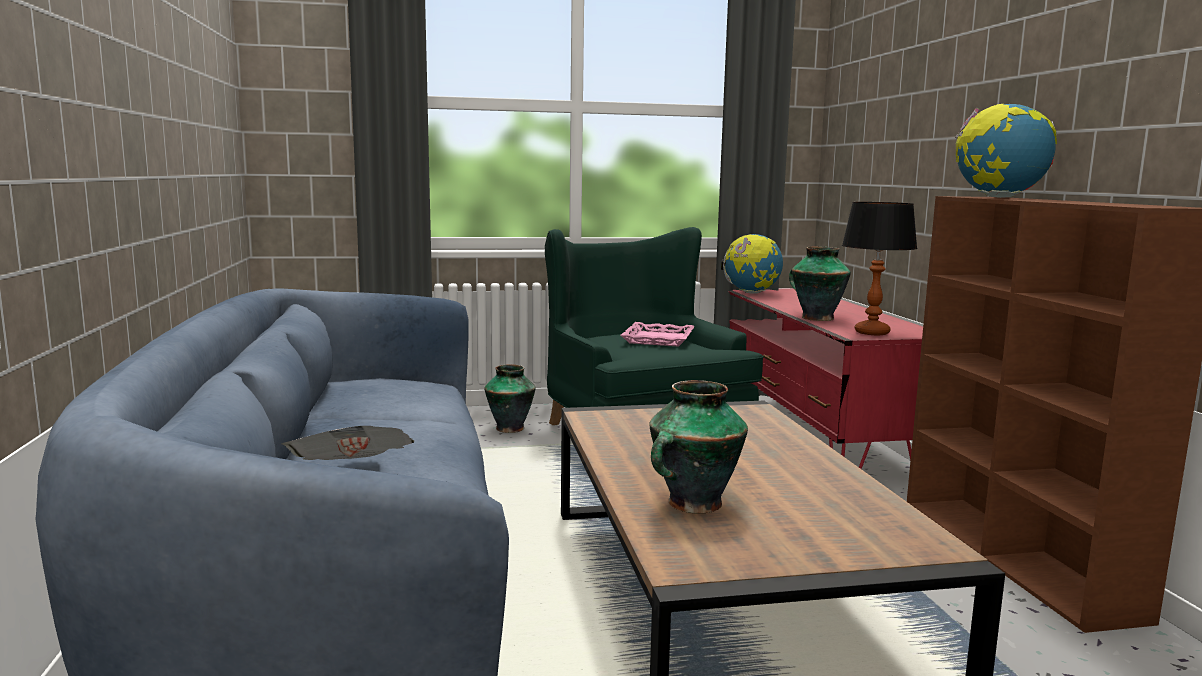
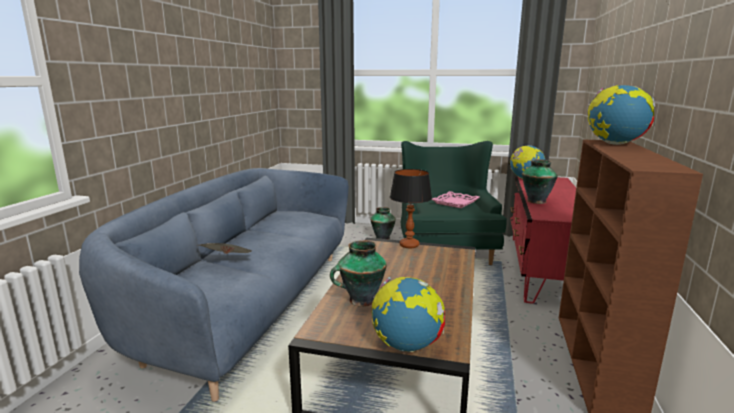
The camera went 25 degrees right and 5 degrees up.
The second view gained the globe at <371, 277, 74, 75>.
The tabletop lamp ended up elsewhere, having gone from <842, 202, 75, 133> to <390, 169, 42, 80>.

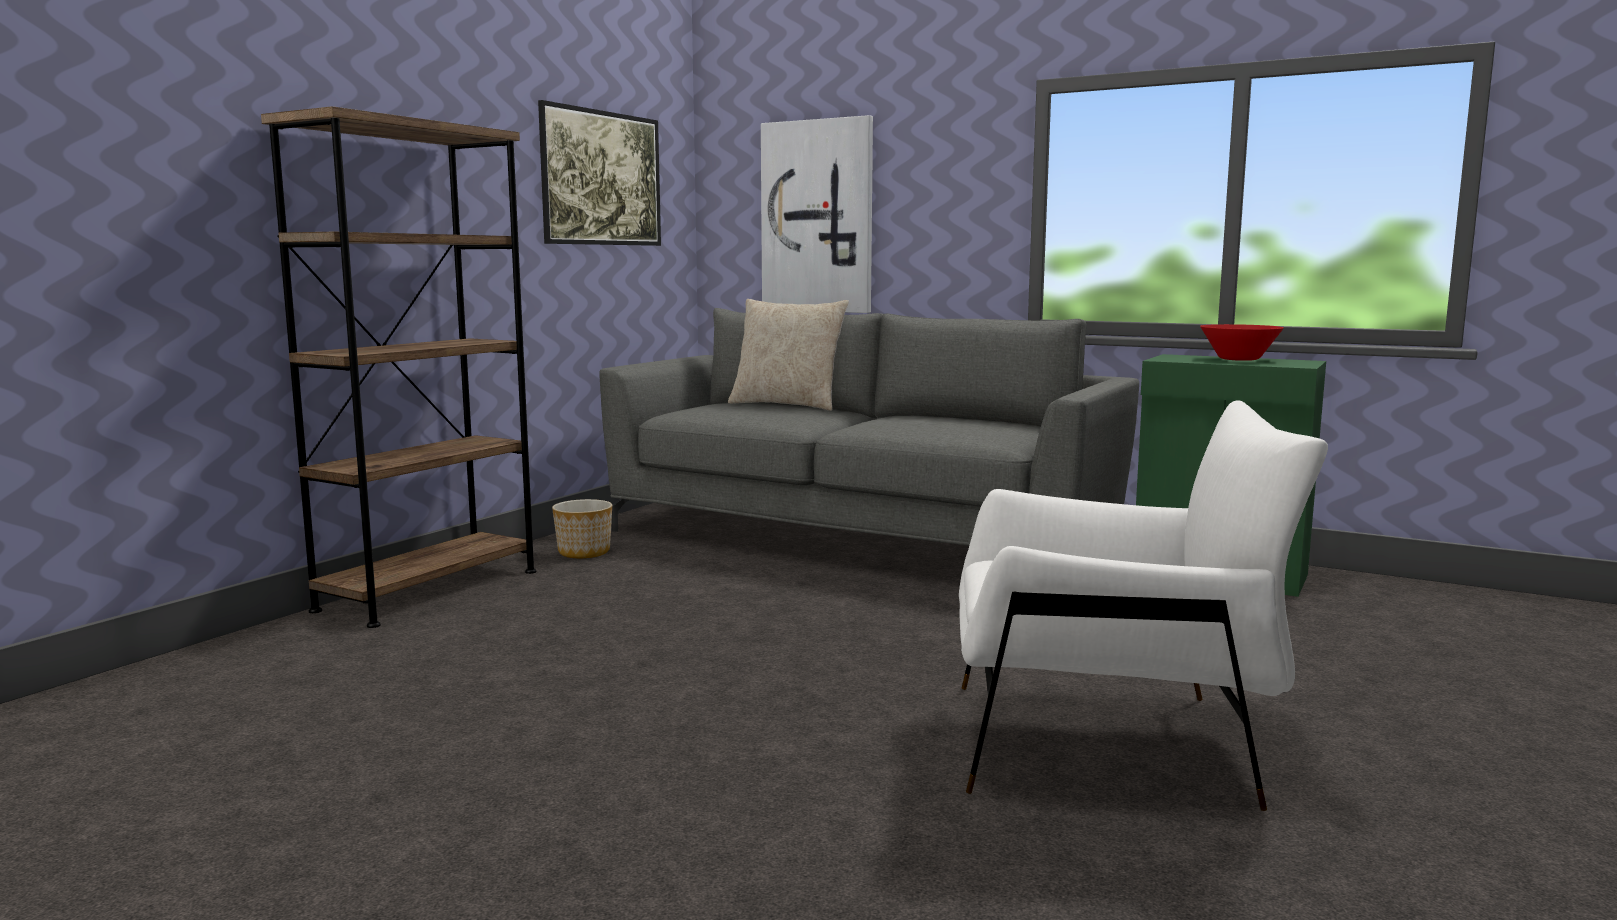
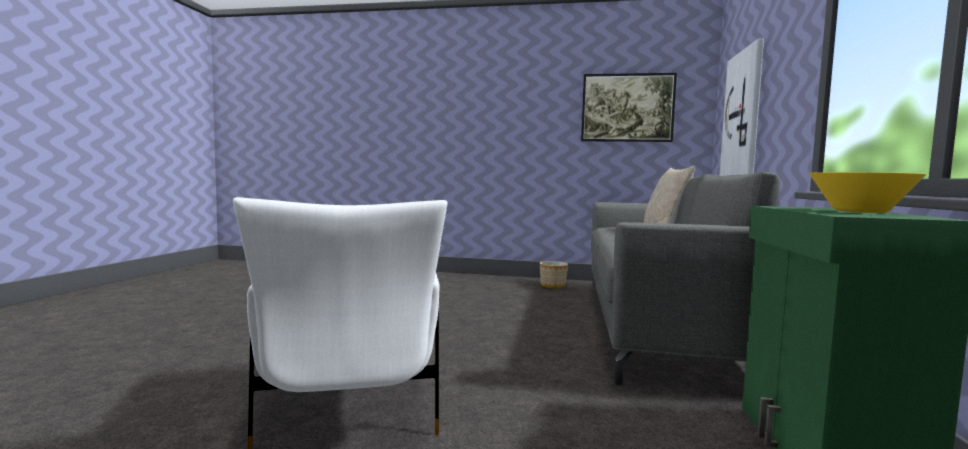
The camera went 70 degrees right and 5 degrees down.
The second view lost the brown shelving unit at <261, 106, 276, 522>.
What was the red-coloured bowl at <1200, 324, 84, 37> turned into the yellowish bowl at <809, 172, 117, 41>.

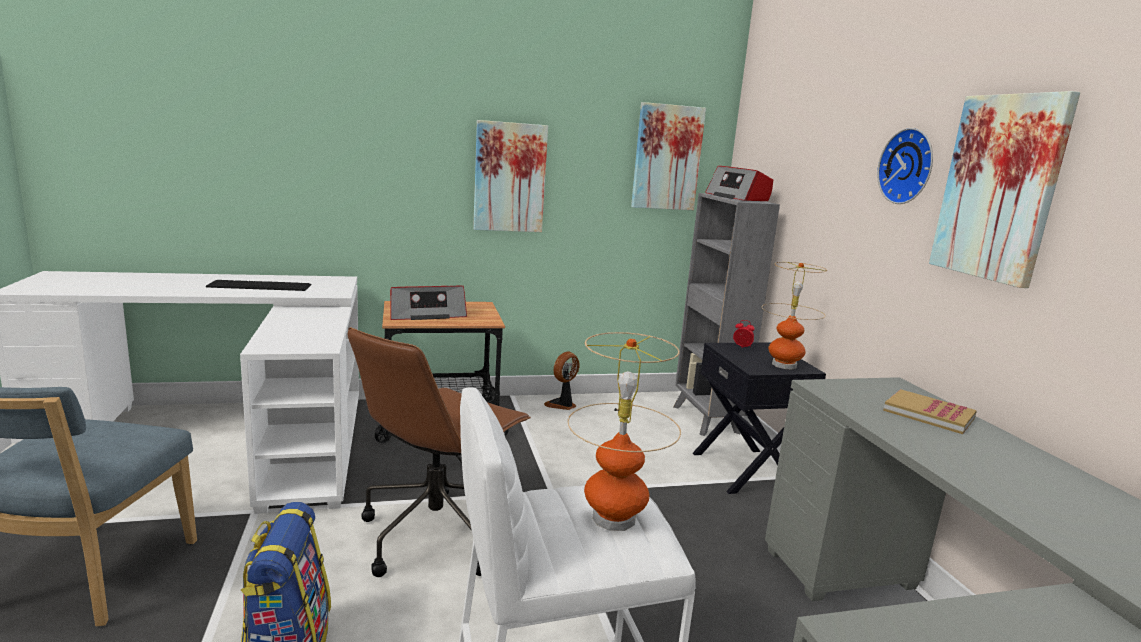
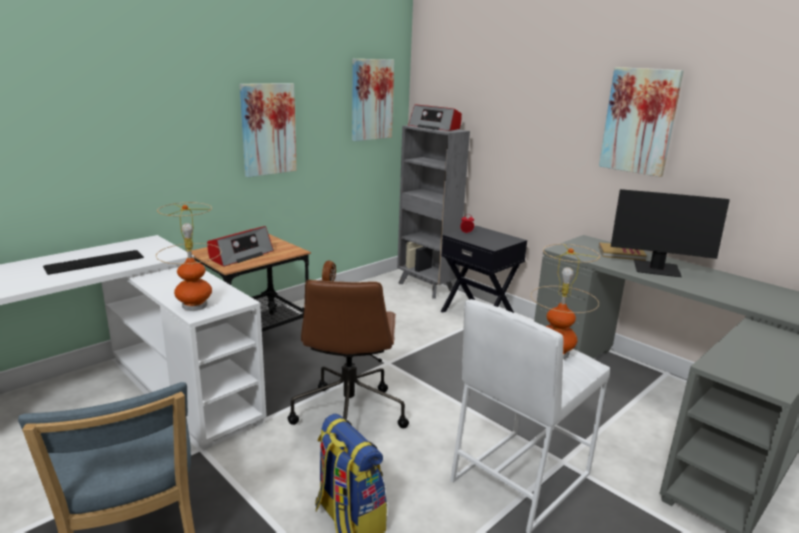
The camera went 30 degrees left and 5 degrees up.
The second view lost the clock on the wall at <877, 128, 56, 76>.
The second view gained the monitor at <611, 189, 119, 88>.
The tabletop lamp ended up elsewhere, having gone from <762, 262, 65, 107> to <156, 202, 66, 109>.

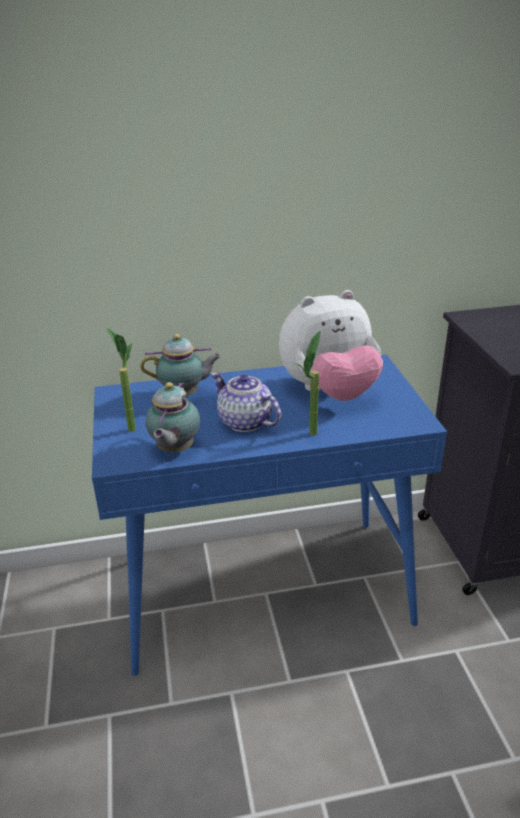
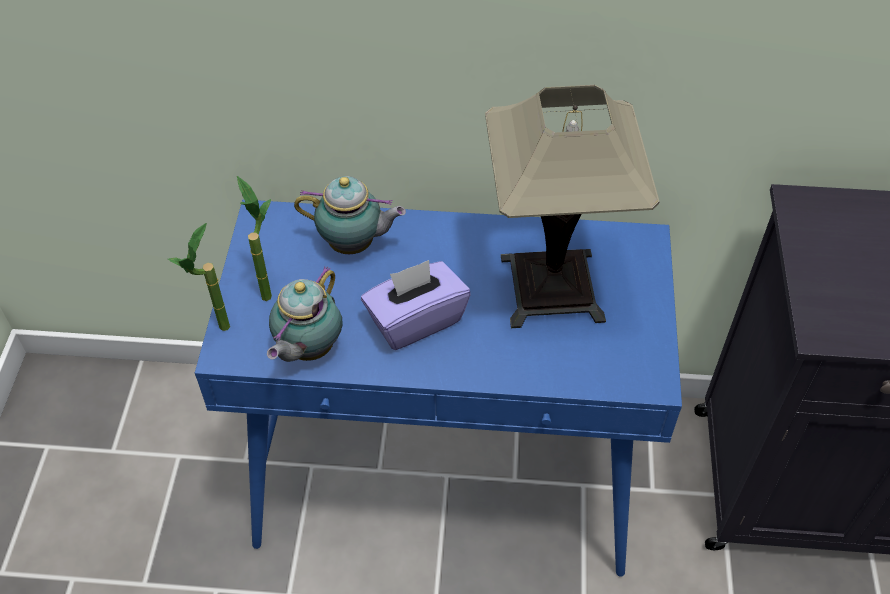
The camera went 15 degrees right and 20 degrees up.
The houseplant ended up elsewhere, having gone from <294, 331, 27, 104> to <168, 223, 62, 108>.
Where the teapot stood at <211, 372, 70, 60>, the purple tissue holder came to stand at <361, 260, 110, 90>.
Where the plush toy stood at <279, 290, 104, 111>, the tabletop lamp came to stand at <485, 85, 175, 243>.

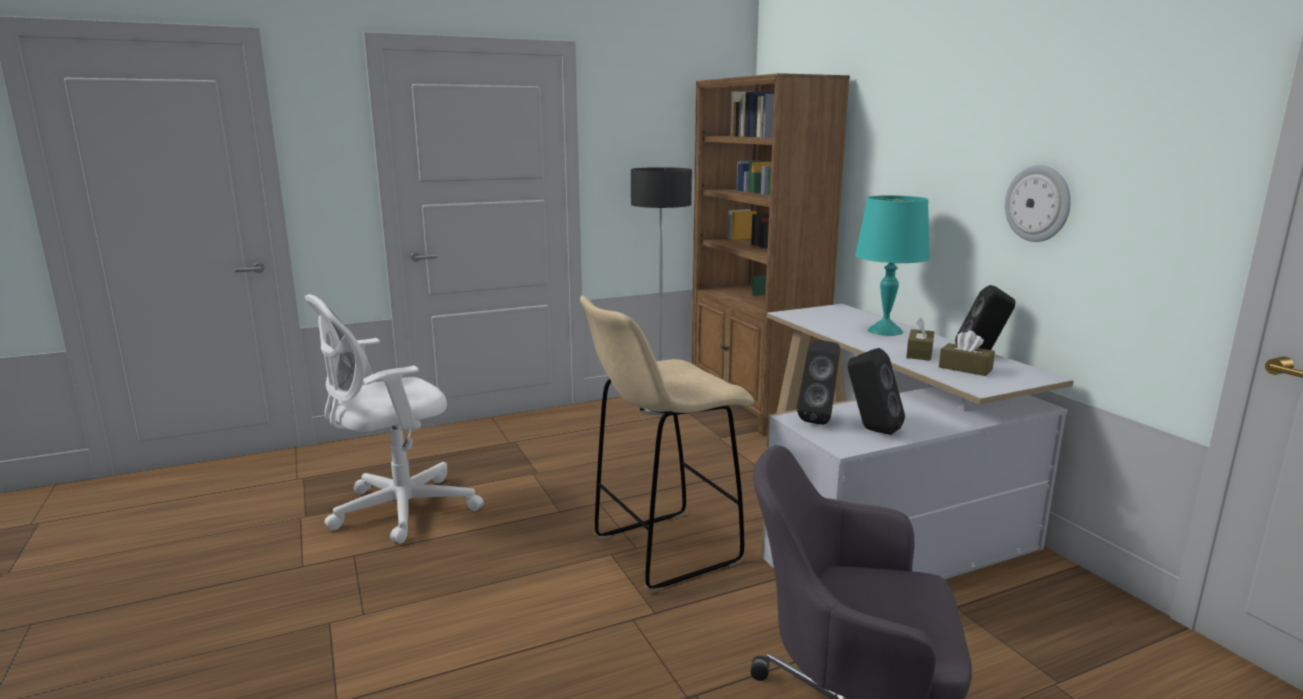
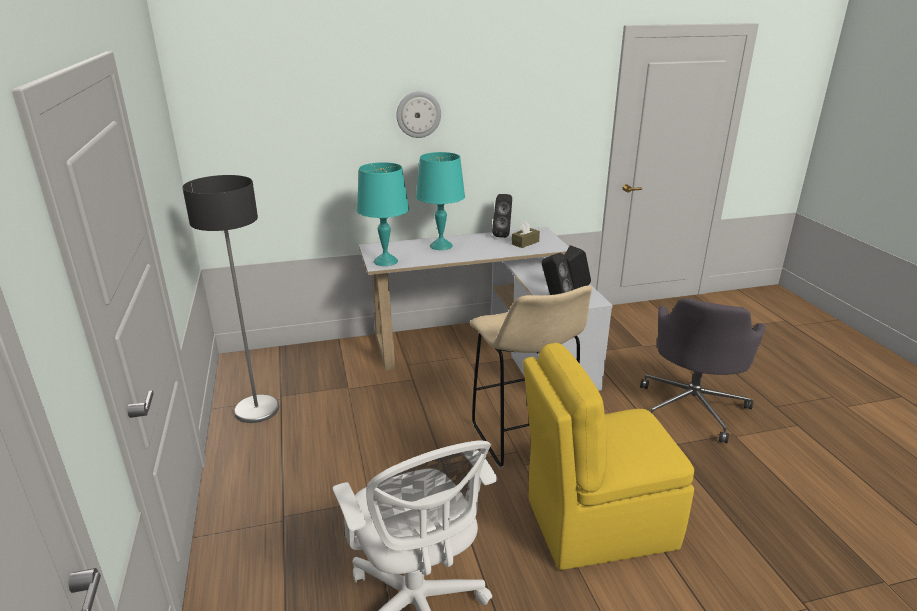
The camera went 80 degrees left and 10 degrees up.
The second view lost the brown shelving unit at <691, 73, 159, 363>.
The second view lost the brown tissue holder at <906, 317, 28, 44>.
The second view gained the blue-green tabletop lamp at <357, 162, 52, 104>.
The second view gained the yellowish chair at <523, 343, 171, 227>.
The clock on the wall ended up elsewhere, having gone from <1005, 165, 66, 77> to <396, 91, 45, 47>.

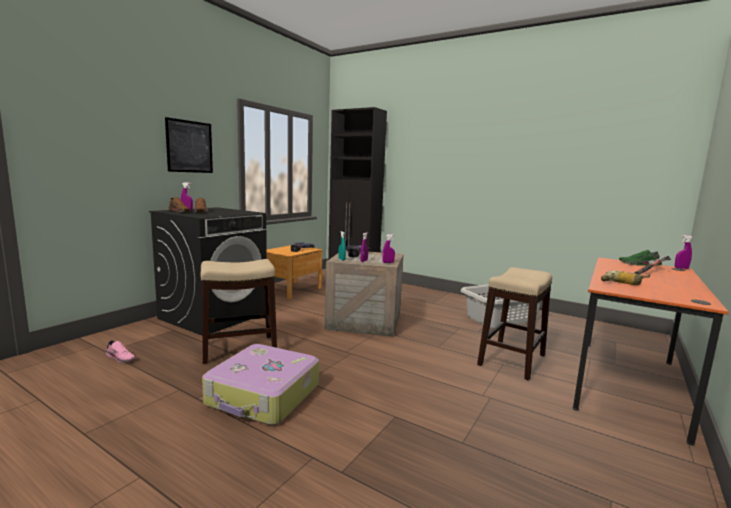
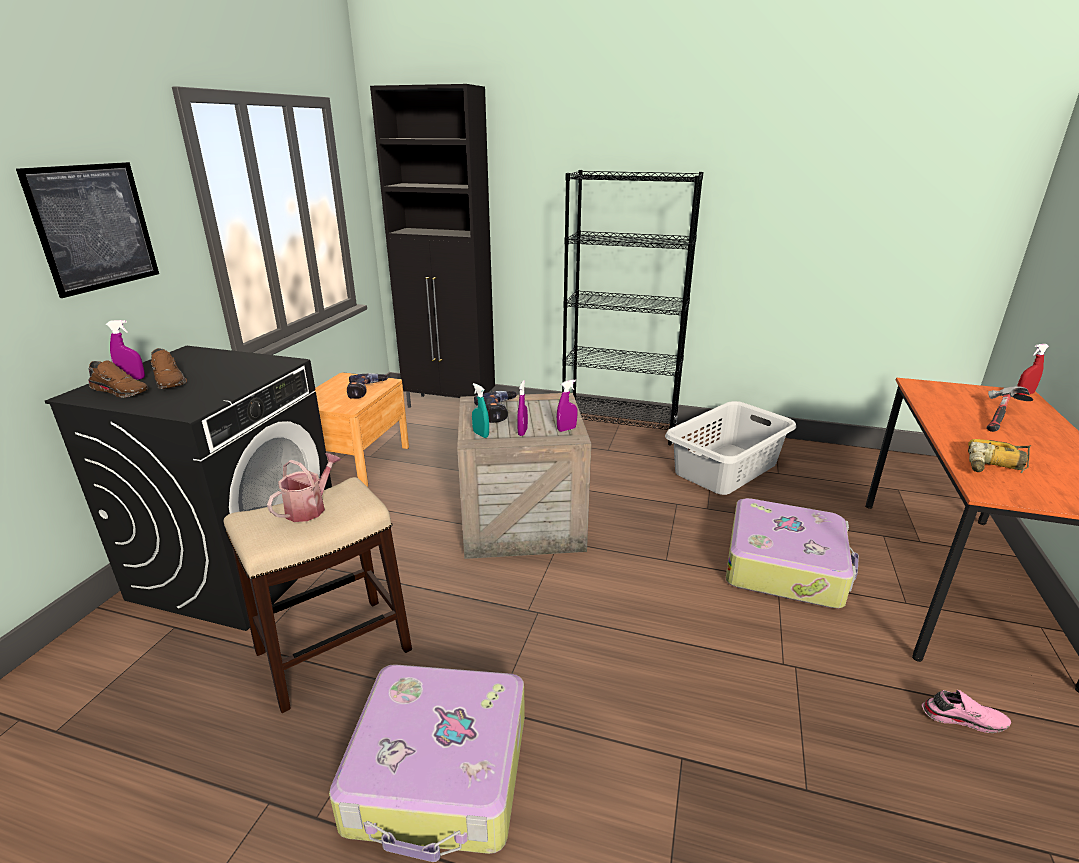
The camera went 15 degrees left and 15 degrees up.
The second view lost the greenish item of footwear at <619, 250, 43, 16>.
The second view gained the watering pot at <267, 453, 75, 69>.
The second view gained the black shelving unit at <562, 170, 141, 275>.
The pinkish item of footwear ended up elsewhere, having gone from <106, 340, 29, 23> to <922, 690, 89, 43>.
Where the stool stood at <477, 267, 75, 114>, the travel case came to stand at <726, 498, 133, 110>.
What was the purple hand sprayer at <675, 235, 18, 34> turned into the red-coloured hand sprayer at <1017, 344, 32, 51>.

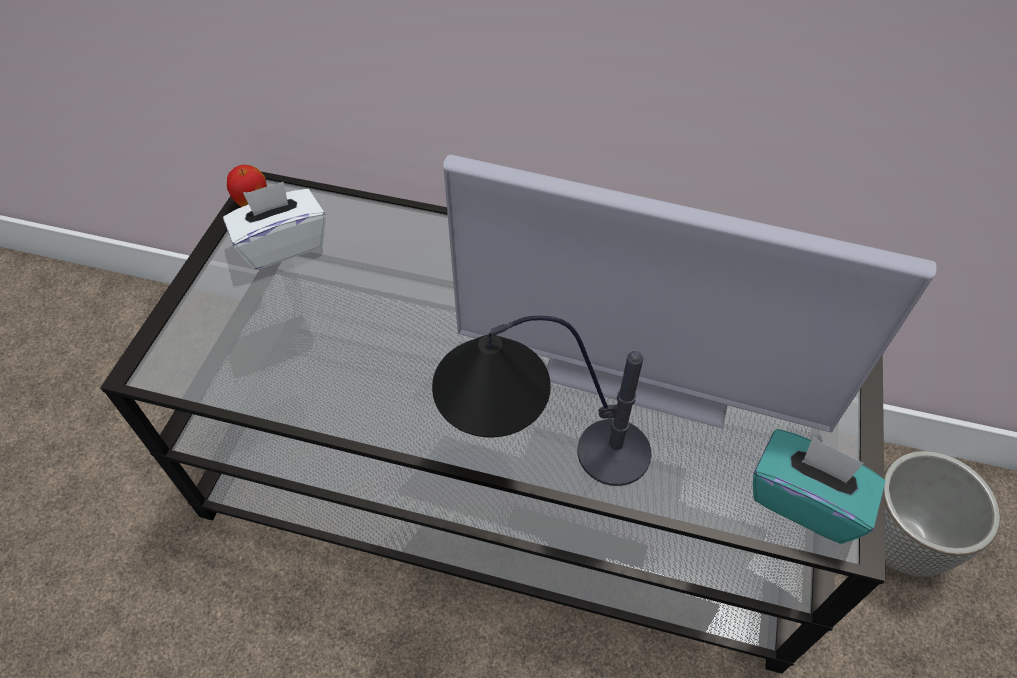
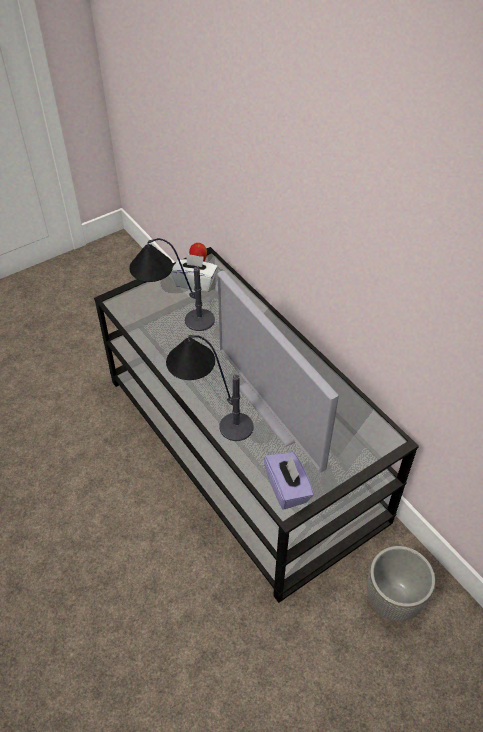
The camera went 40 degrees right and 5 degrees down.
The second view gained the tabletop lamp at <129, 238, 86, 93>.
What was the blue-green tissue holder at <753, 429, 132, 115> turned into the purple tissue holder at <264, 452, 50, 58>.

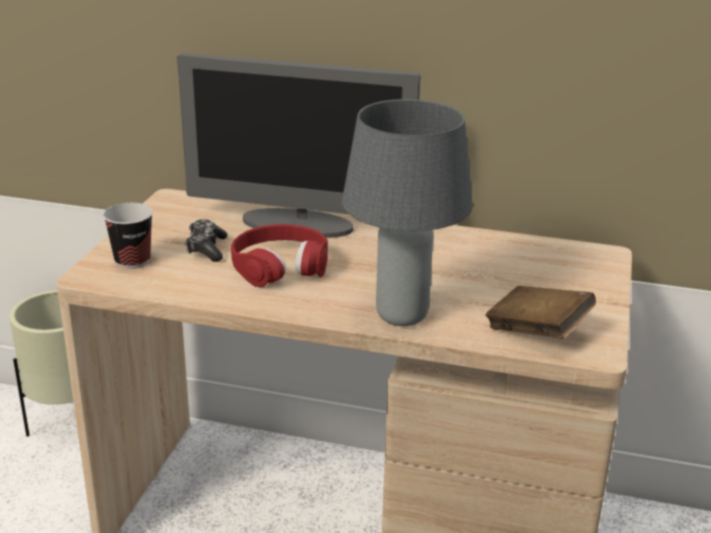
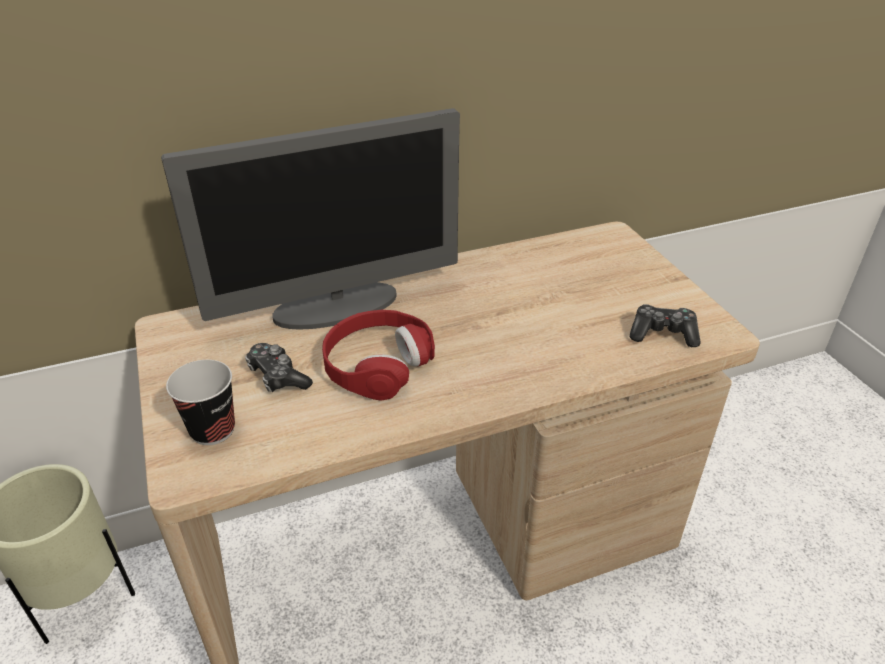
The camera went 35 degrees left and 10 degrees up.
The second view lost the greyish tabletop lamp at <342, 99, 131, 227>.
Where the brown volume stood at <485, 286, 111, 53>, the joypad came to stand at <630, 304, 71, 43>.

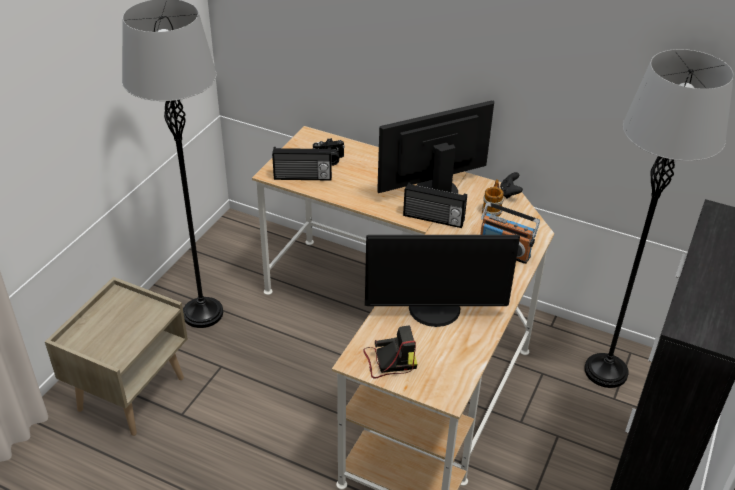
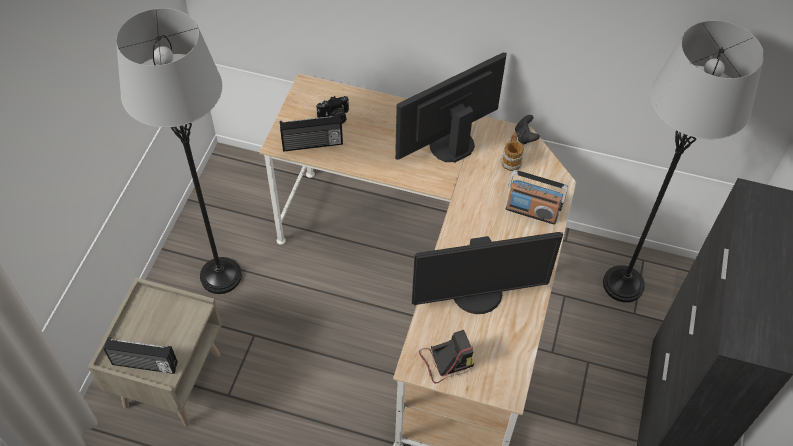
The camera went 10 degrees left and 15 degrees up.
The radio receiver ended up elsewhere, having gone from <403, 182, 64, 46> to <104, 337, 74, 37>.

